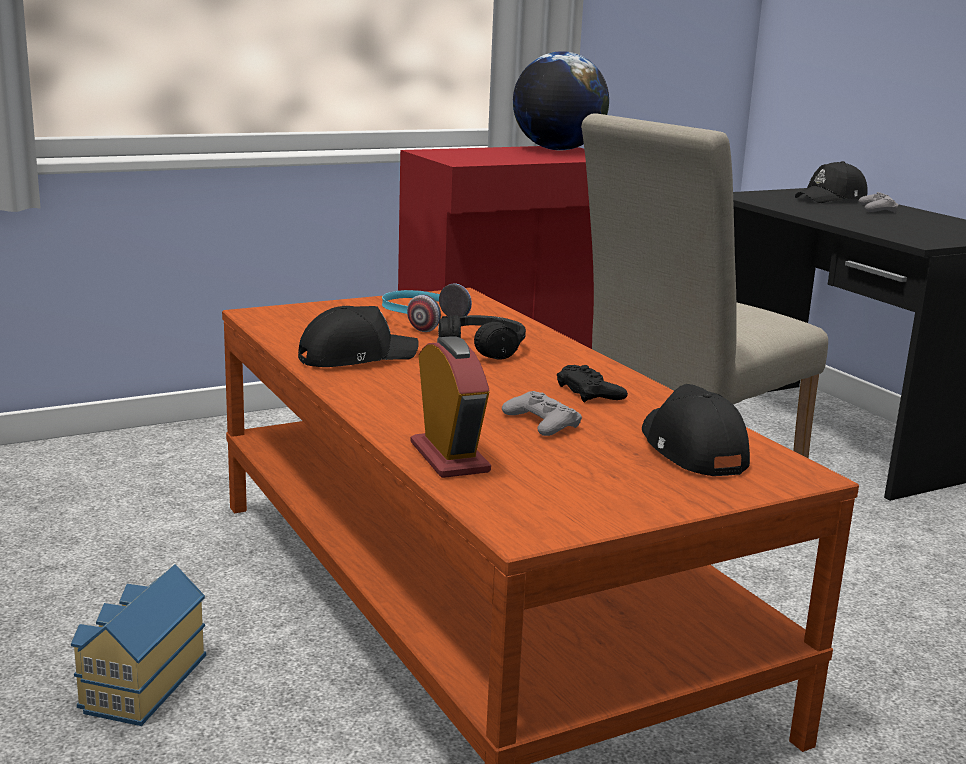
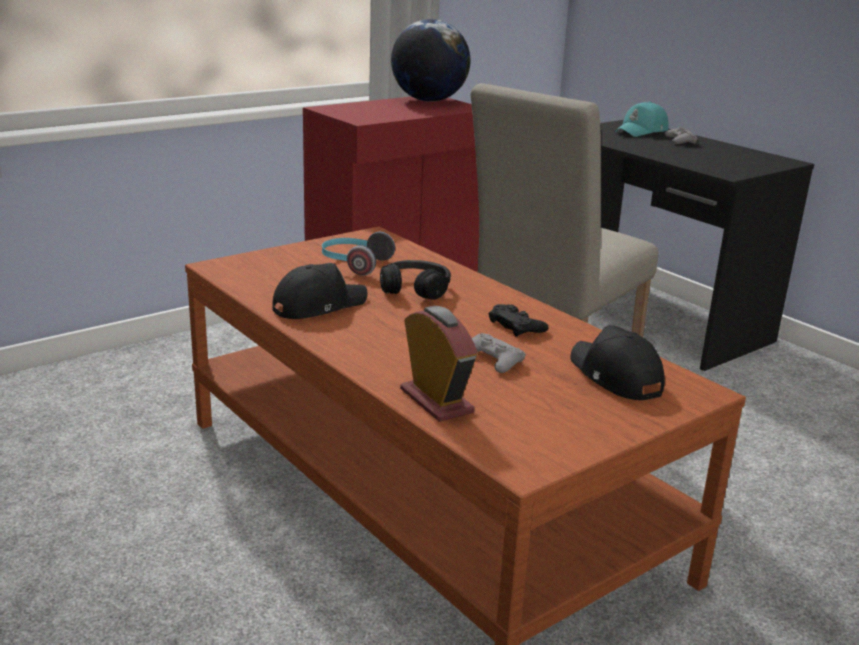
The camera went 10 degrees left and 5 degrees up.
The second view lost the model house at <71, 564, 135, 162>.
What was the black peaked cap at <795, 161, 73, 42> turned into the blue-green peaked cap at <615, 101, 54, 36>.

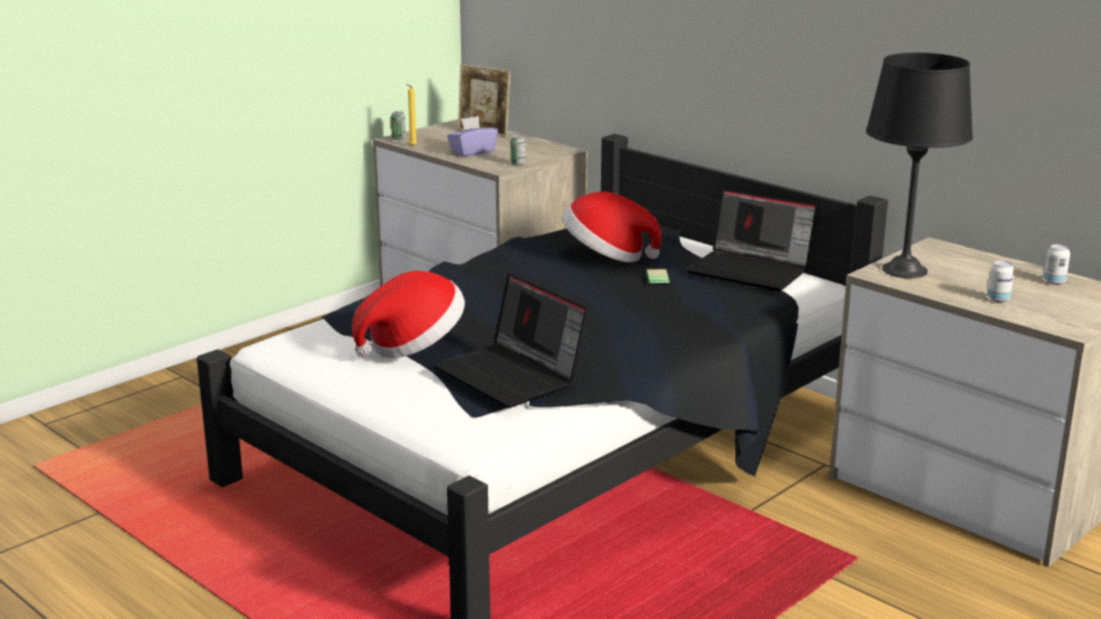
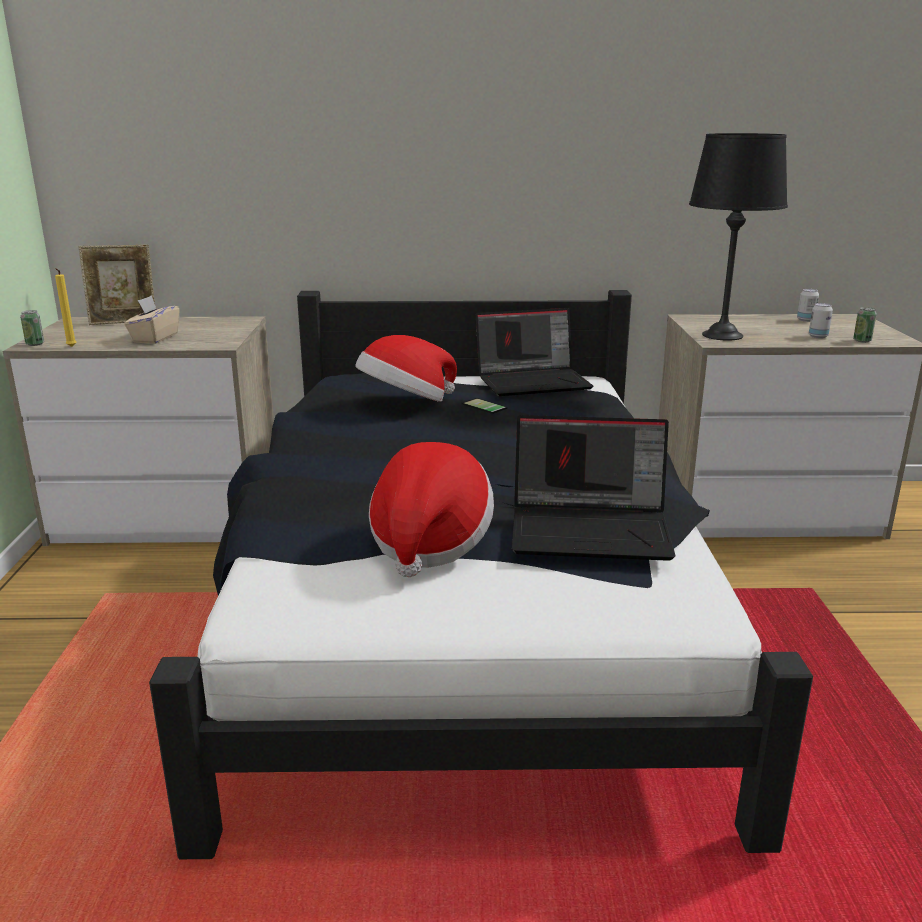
The camera went 45 degrees left and 0 degrees up.
The metal can ended up elsewhere, having gone from <510, 135, 15, 31> to <853, 307, 24, 36>.
What was the purple tissue holder at <447, 116, 51, 41> turned into the beige-coloured tissue holder at <124, 295, 55, 49>.

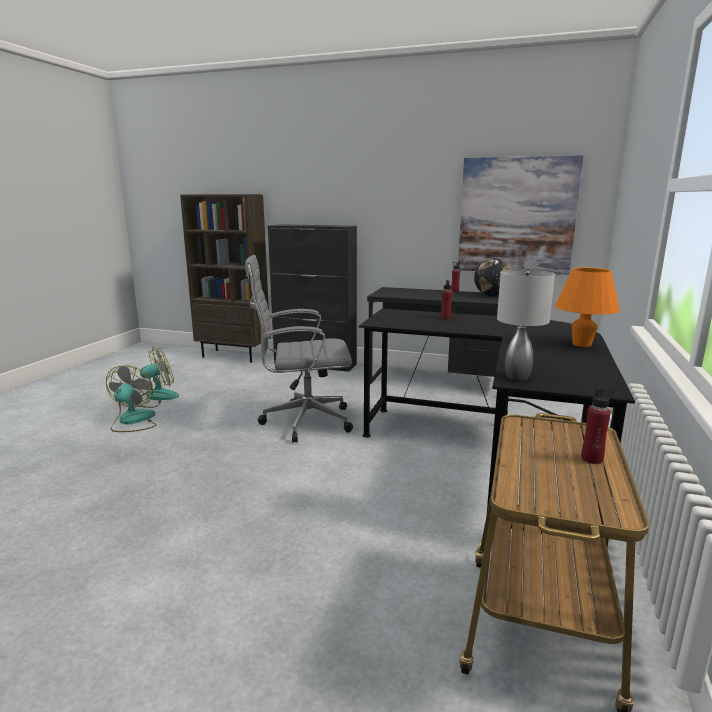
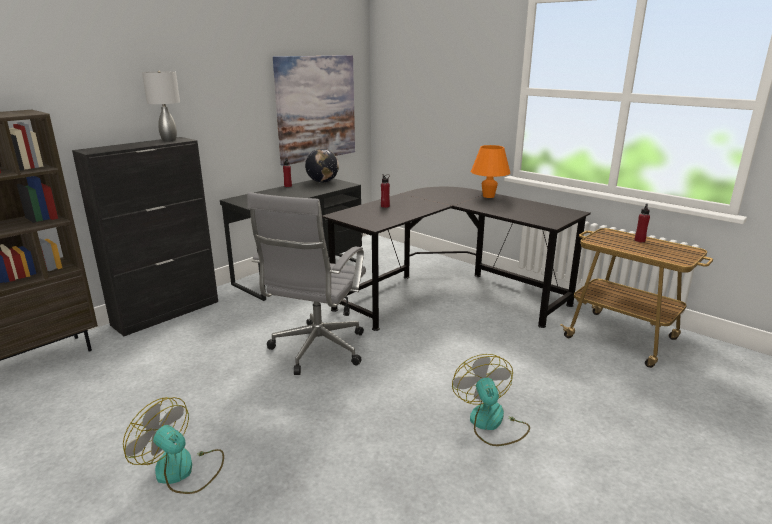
The camera went 65 degrees left and 5 degrees up.
The electric fan ended up elsewhere, having gone from <136, 347, 43, 61> to <452, 354, 78, 92>.
The greyish tabletop lamp ended up elsewhere, having gone from <497, 269, 58, 112> to <142, 71, 38, 70>.

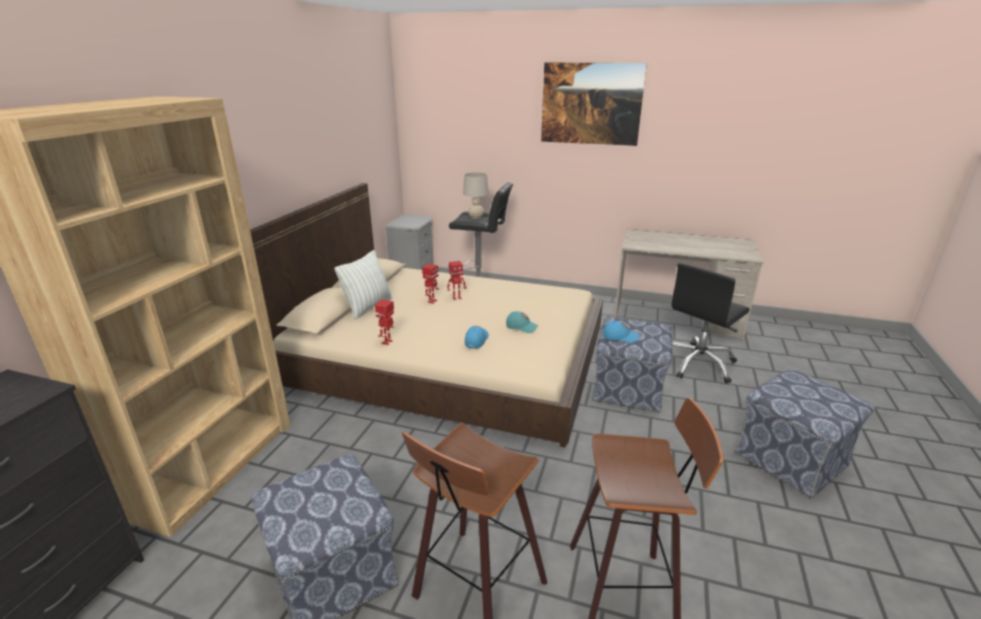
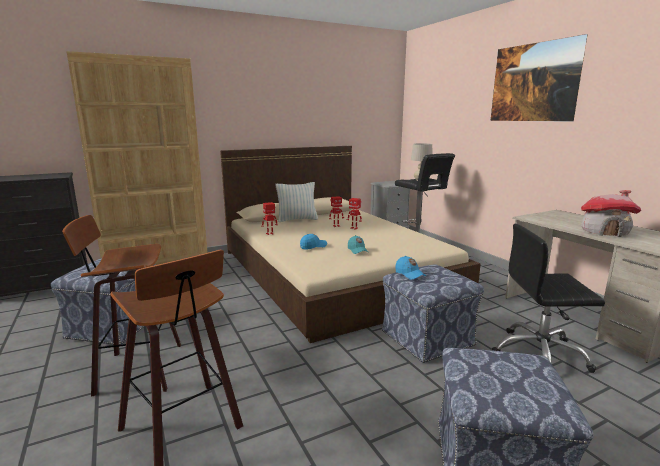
The camera went 45 degrees right and 10 degrees down.
The second view gained the model house at <581, 190, 60, 47>.

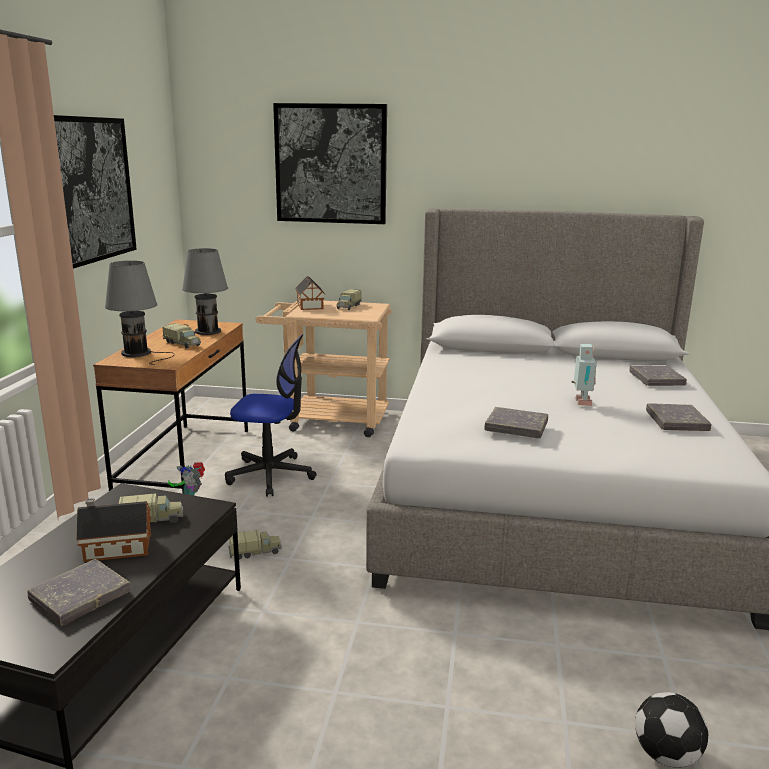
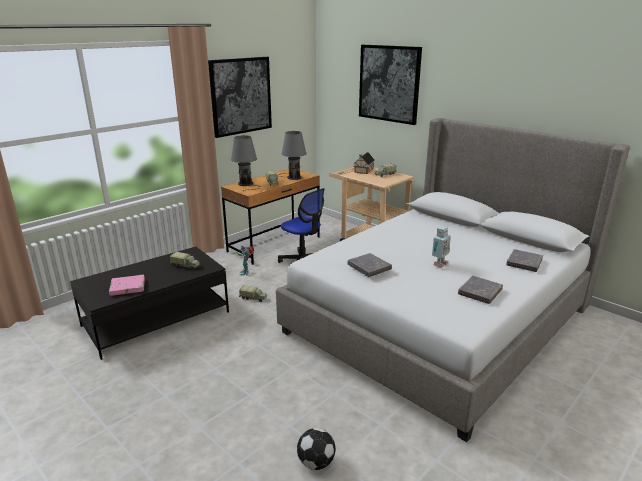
The camera went 35 degrees right and 5 degrees up.
The second view lost the model house at <76, 498, 75, 64>.
What was the greyish volume at <27, 559, 104, 67> turned into the pinkish volume at <109, 275, 36, 21>.

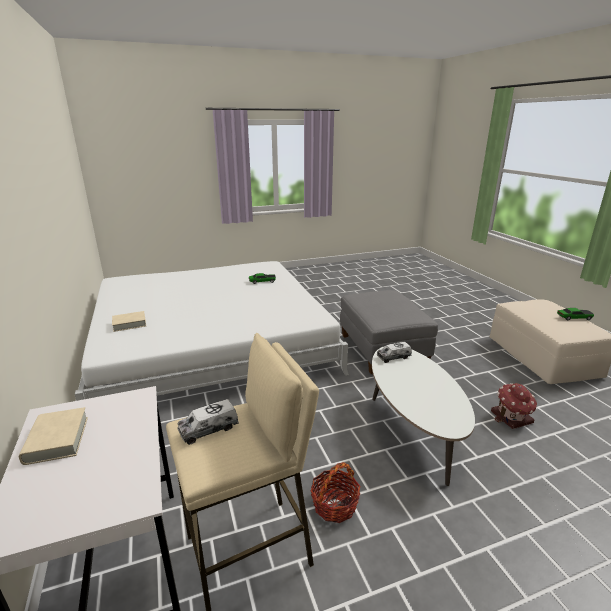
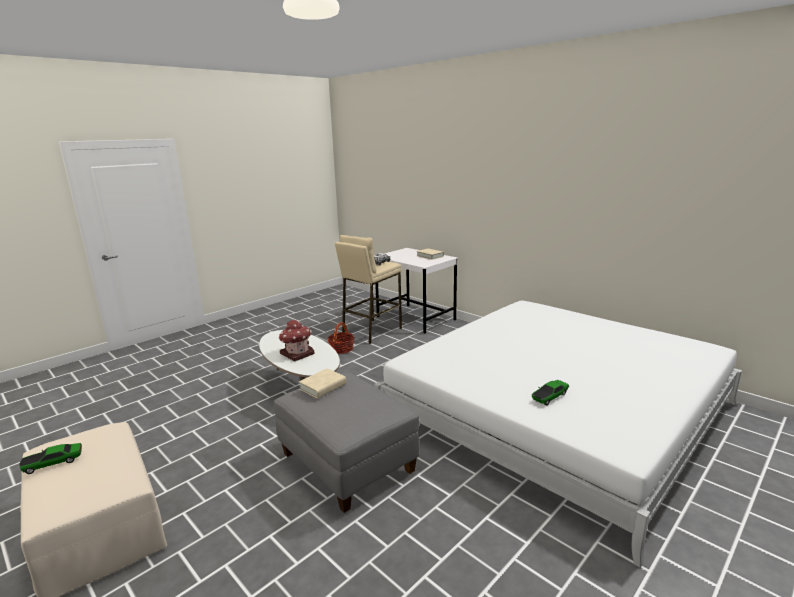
The camera went 155 degrees right and 5 degrees down.
The second view lost the toy lorry at <377, 342, 35, 21>.
The beige-coloured volume ended up elsewhere, having gone from <112, 311, 34, 21> to <299, 368, 47, 31>.
The model house ended up elsewhere, having gone from <491, 383, 46, 46> to <278, 320, 36, 41>.

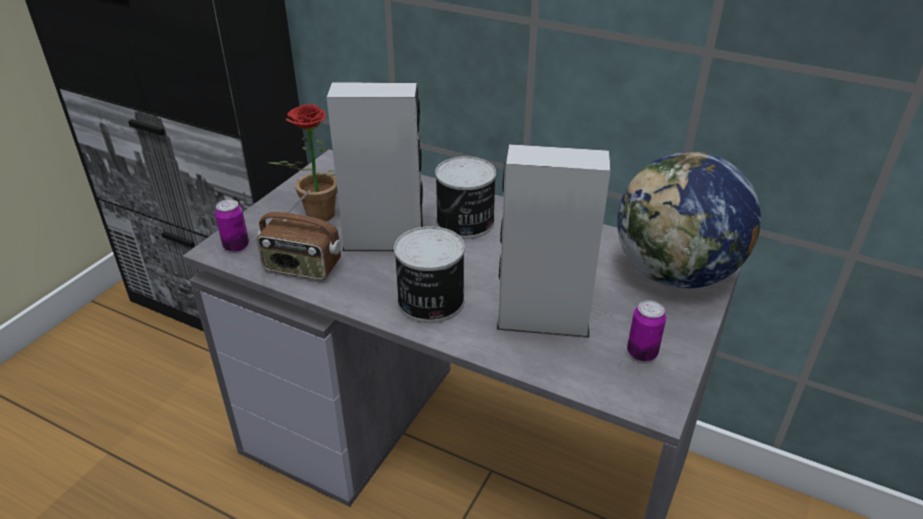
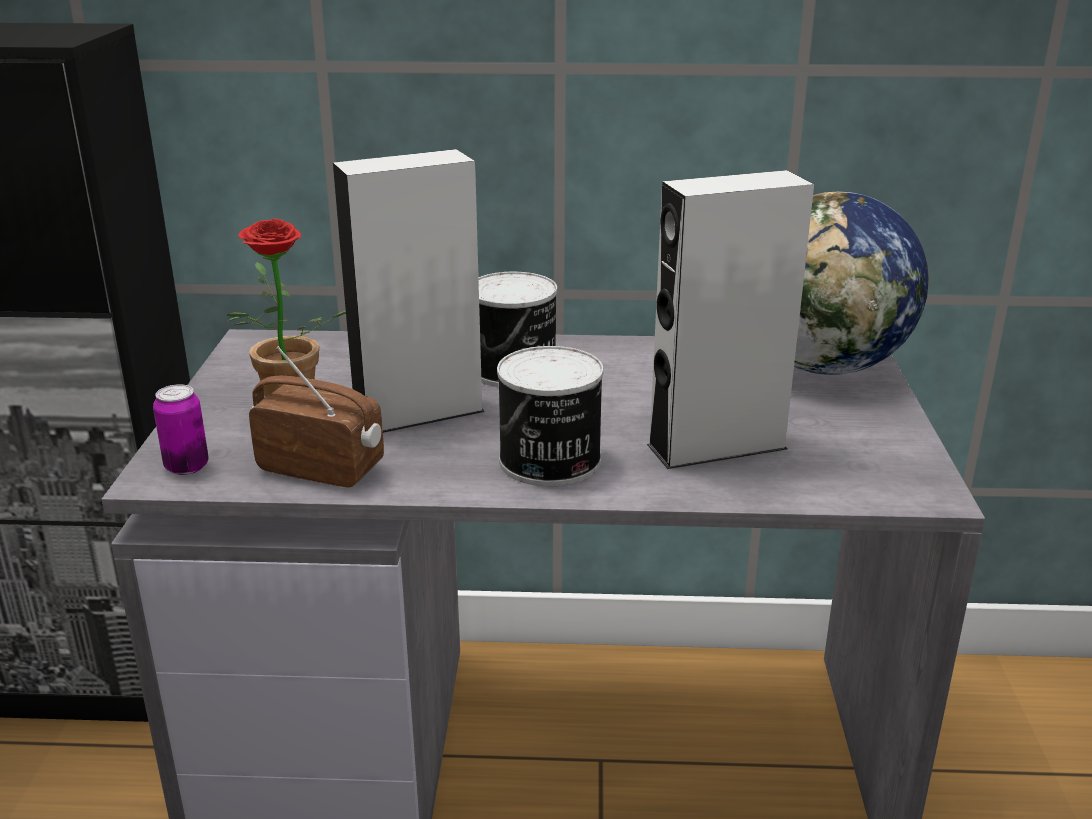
The camera went 25 degrees left and 10 degrees down.
The second view lost the metal can at <627, 300, 39, 61>.
The radio receiver at <257, 190, 84, 90> ended up facing another way, 150 degrees counterclockwise from before.

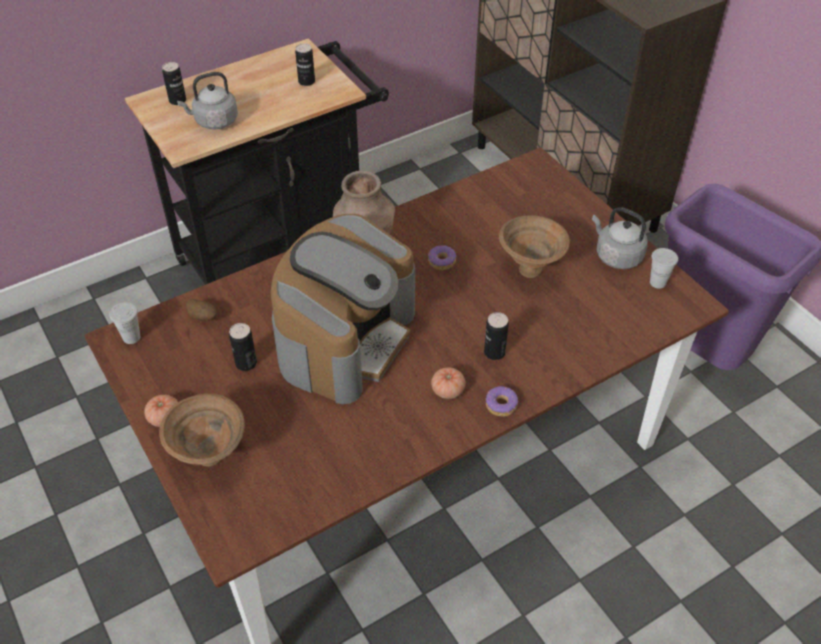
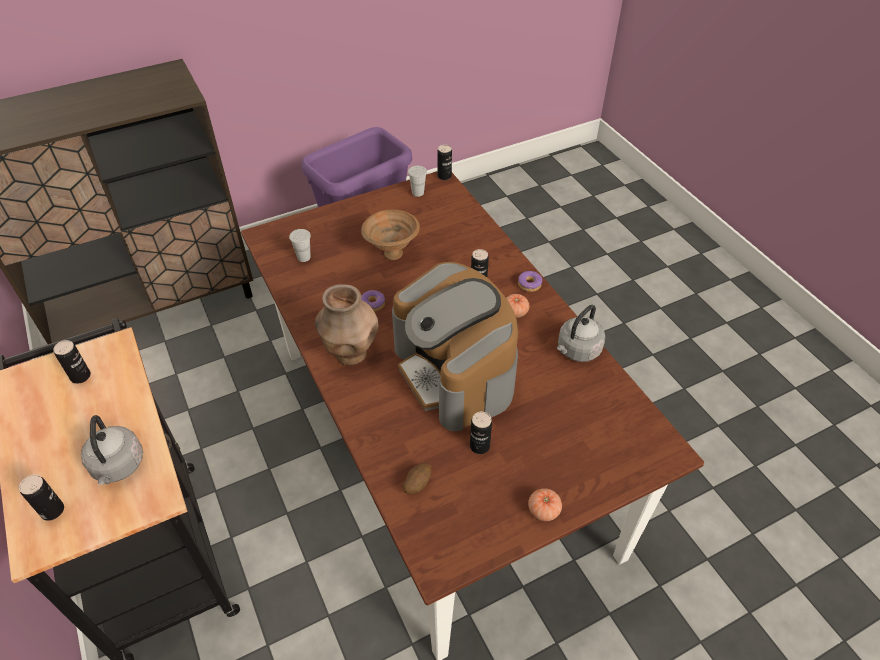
The camera went 85 degrees left and 0 degrees up.
The second view lost the brown bowl at <159, 394, 86, 73>.
The second view gained the metal can at <437, 145, 15, 35>.
The whitish drinking cup ended up elsewhere, having gone from <109, 302, 31, 42> to <289, 229, 22, 33>.
The greyish water kettle ended up elsewhere, having gone from <592, 207, 56, 62> to <557, 305, 48, 57>.
The coffee brewer at <270, 214, 145, 190> ended up facing another way, 150 degrees counterclockwise from before.

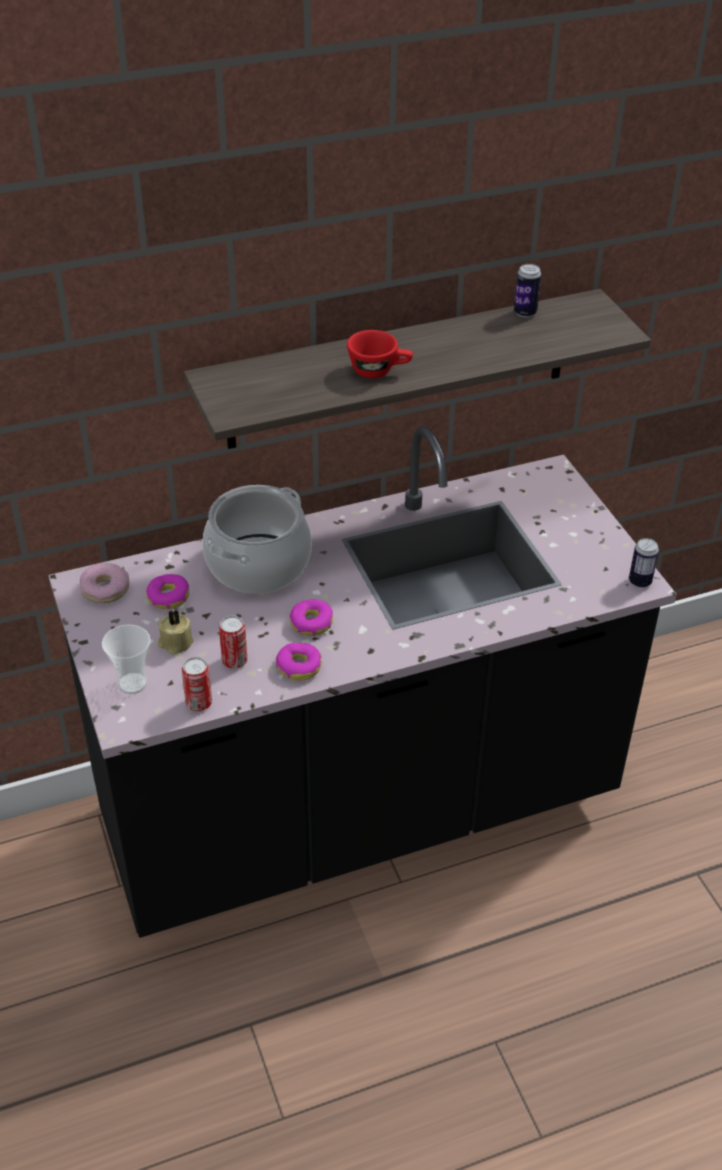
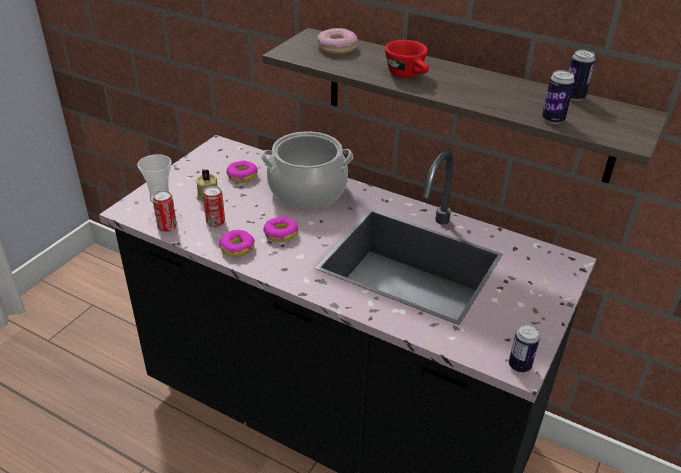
The camera went 50 degrees right and 5 degrees down.
The second view gained the metal can at <542, 70, 33, 54>.
The doughnut ended up elsewhere, having gone from <80, 563, 50, 40> to <317, 28, 41, 26>.

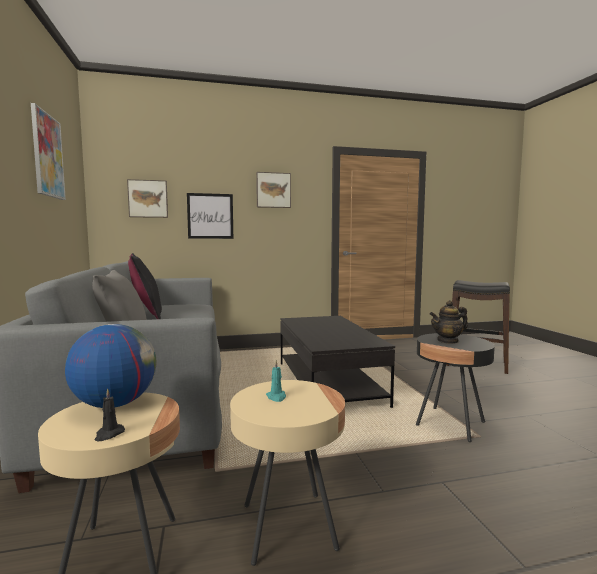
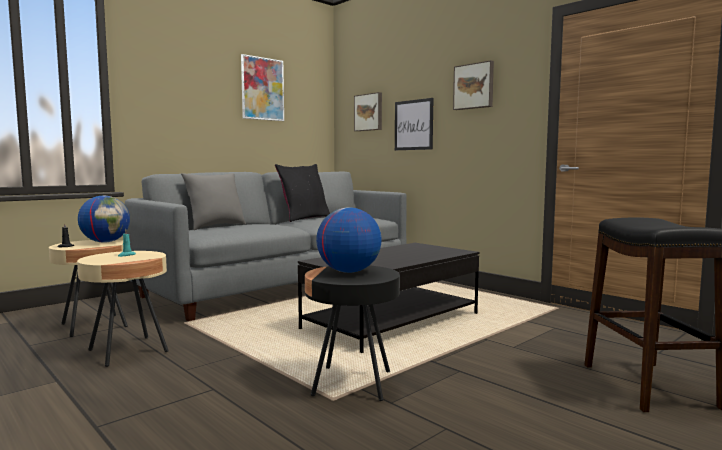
The camera went 60 degrees right and 0 degrees up.
Where the teapot stood at <430, 300, 38, 44>, the globe came to stand at <316, 207, 66, 66>.

